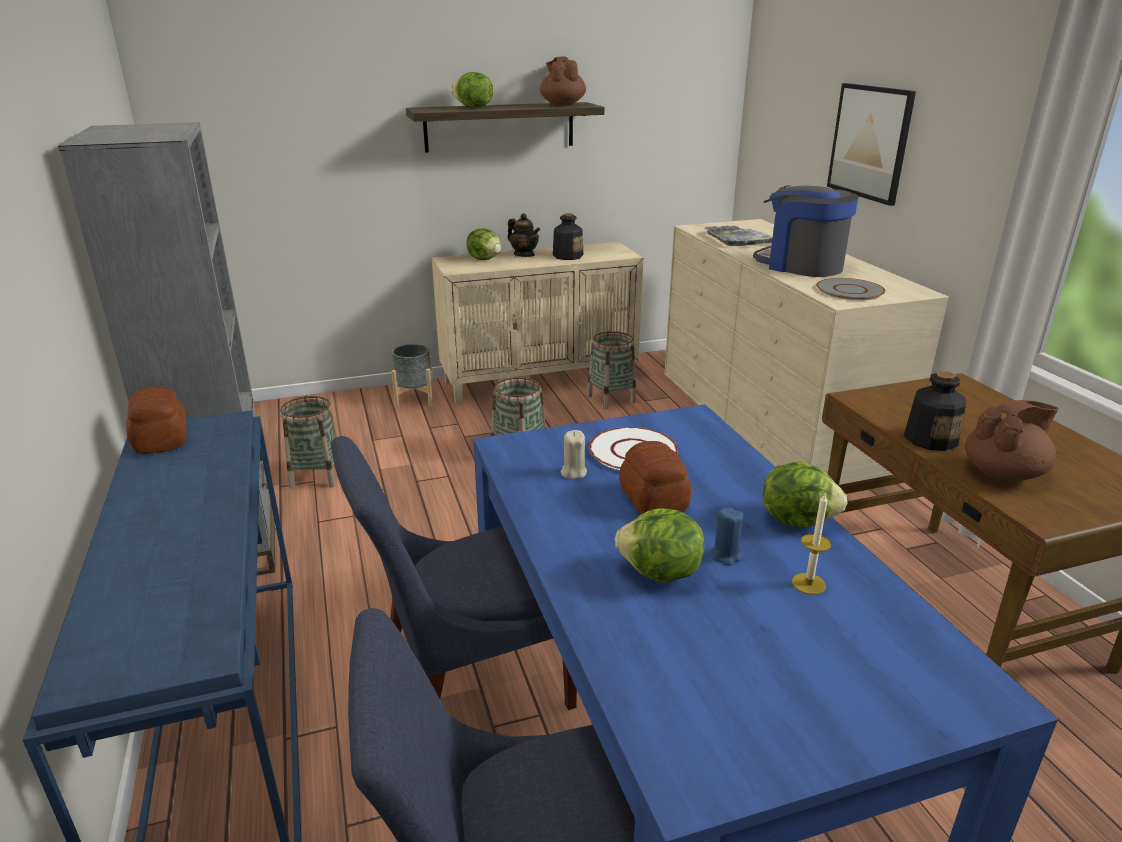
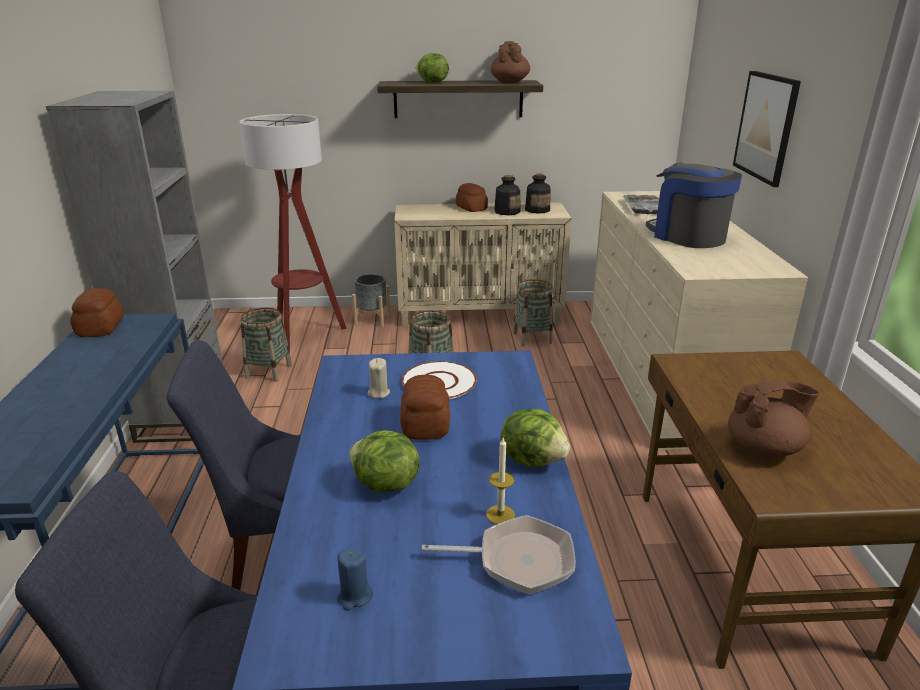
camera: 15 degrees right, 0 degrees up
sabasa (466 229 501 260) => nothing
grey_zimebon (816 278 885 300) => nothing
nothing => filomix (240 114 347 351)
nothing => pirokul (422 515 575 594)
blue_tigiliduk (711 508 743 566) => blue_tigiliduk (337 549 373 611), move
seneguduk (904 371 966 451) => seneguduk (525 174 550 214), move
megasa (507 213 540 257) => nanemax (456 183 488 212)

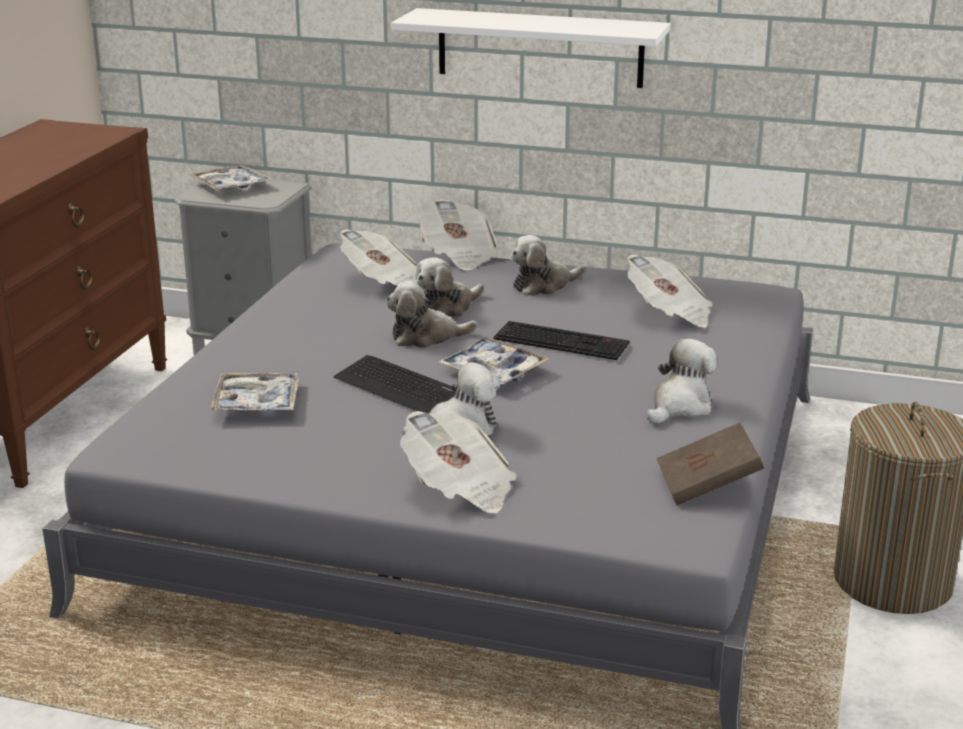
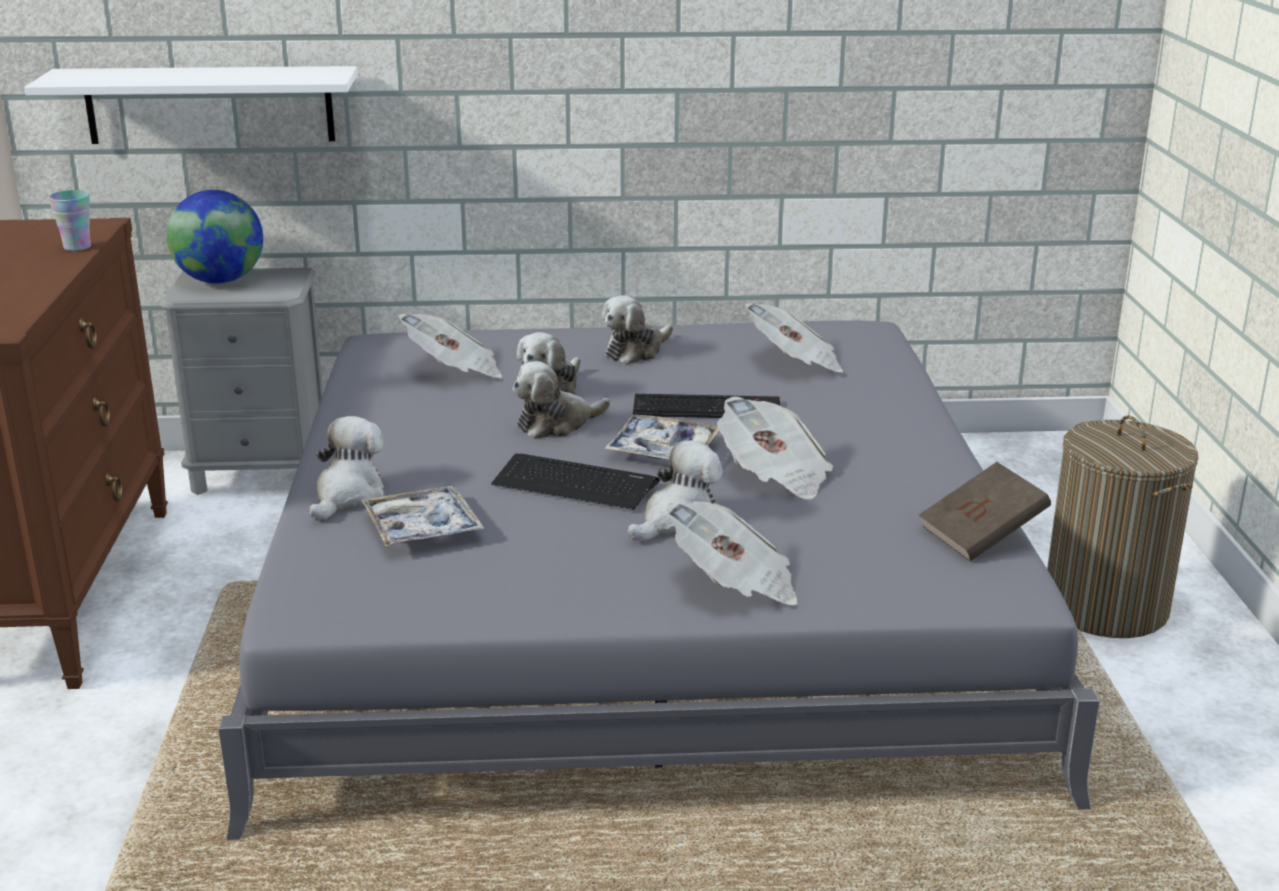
camera: 20 degrees left, 0 degrees up
nothing => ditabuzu (49 190 91 251)
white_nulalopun (391 8 671 88) => white_nulalopun (25 66 358 144), move
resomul (419 199 499 271) => resomul (717 396 833 500), move
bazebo (646 339 717 424) => bazebo (309 416 384 521), move
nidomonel (189 165 273 191) => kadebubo (167 190 263 284)

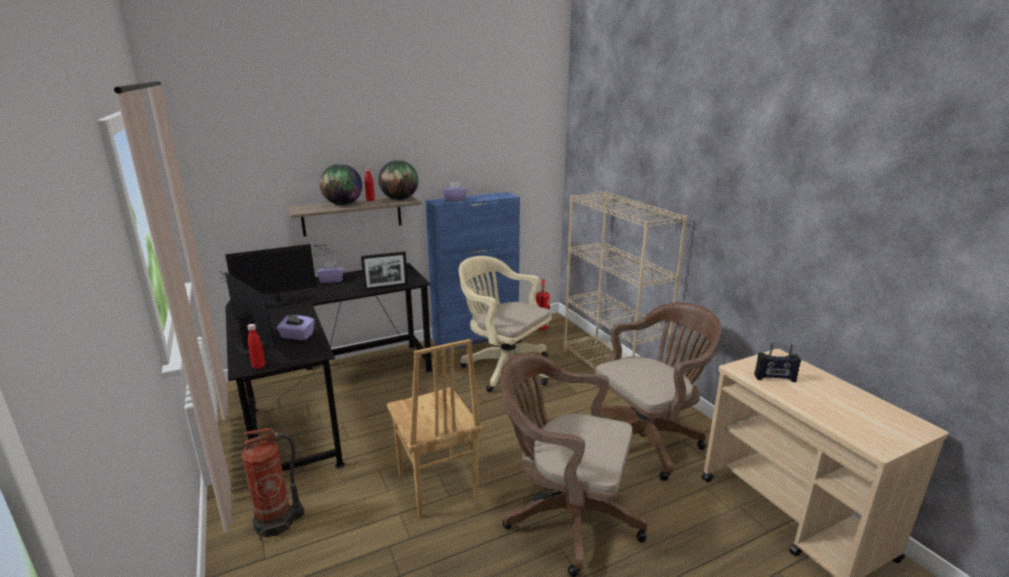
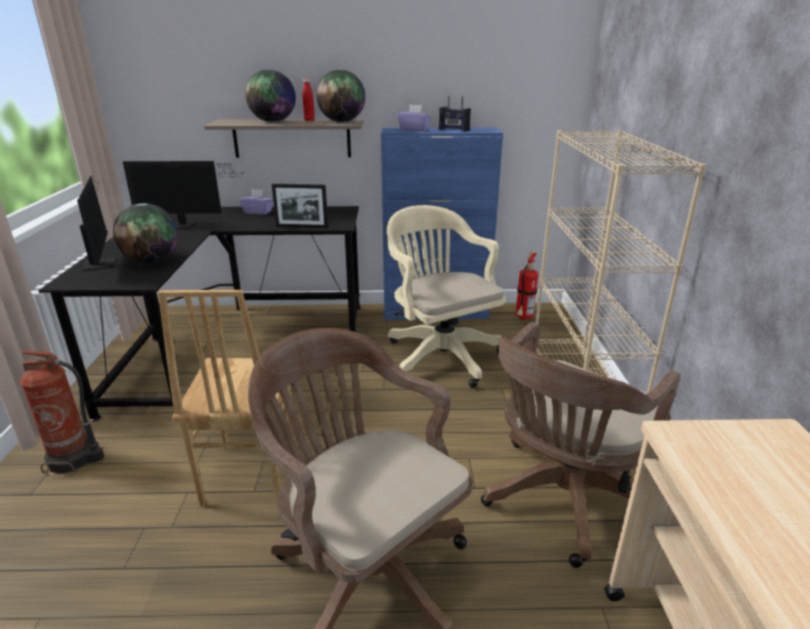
camera: 25 degrees right, 5 degrees up
red_seneguduk (247 324 265 369) => nothing
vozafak (754 343 801 382) => vozafak (439 96 471 132), move
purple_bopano (277 315 315 340) => kadebubo (113 203 178 263)
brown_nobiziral (594 302 721 481) => brown_nobiziral (481 322 681 568), 135 degrees clockwise

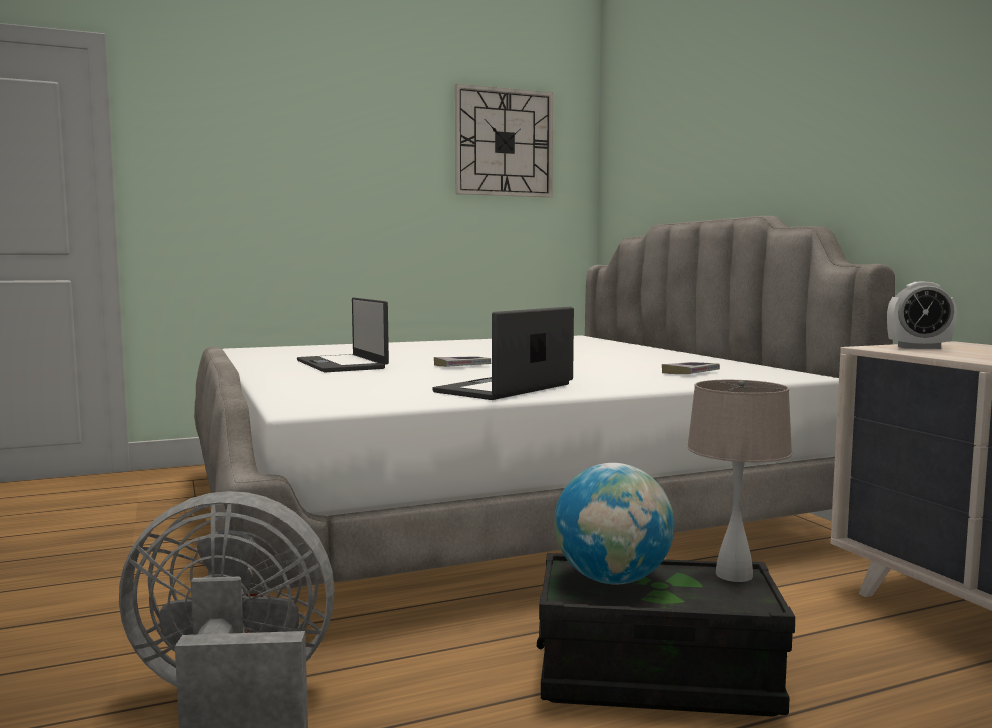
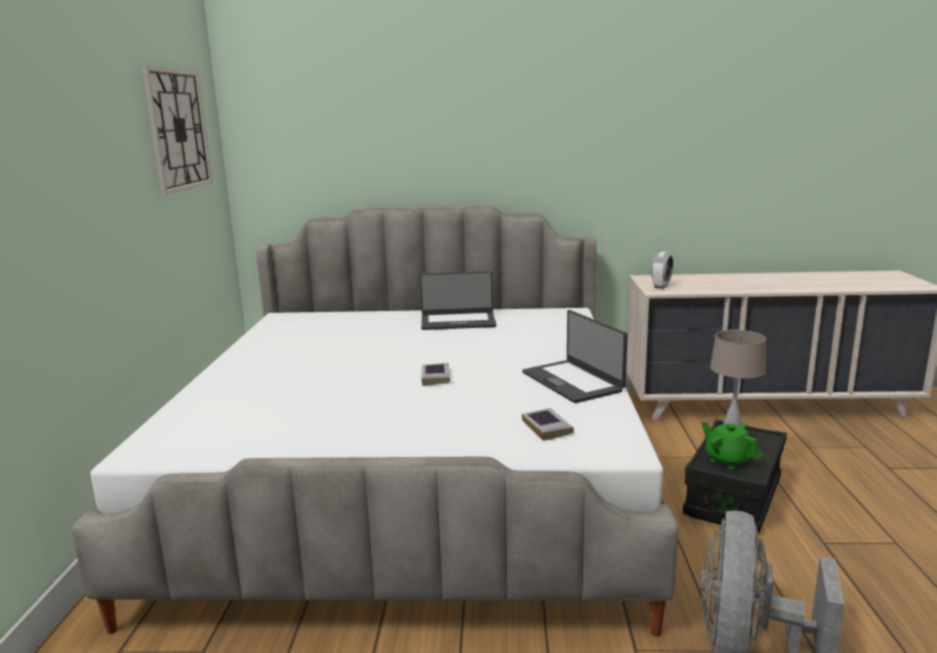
camera: 65 degrees left, 10 degrees up
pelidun (297 298 389 373) => pelidun (420 271 496 330), move
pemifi (662 362 720 374) => pemifi (522 408 574 441), move
kadebubo (554 463 674 584) => green_megasa (702 422 759 469)

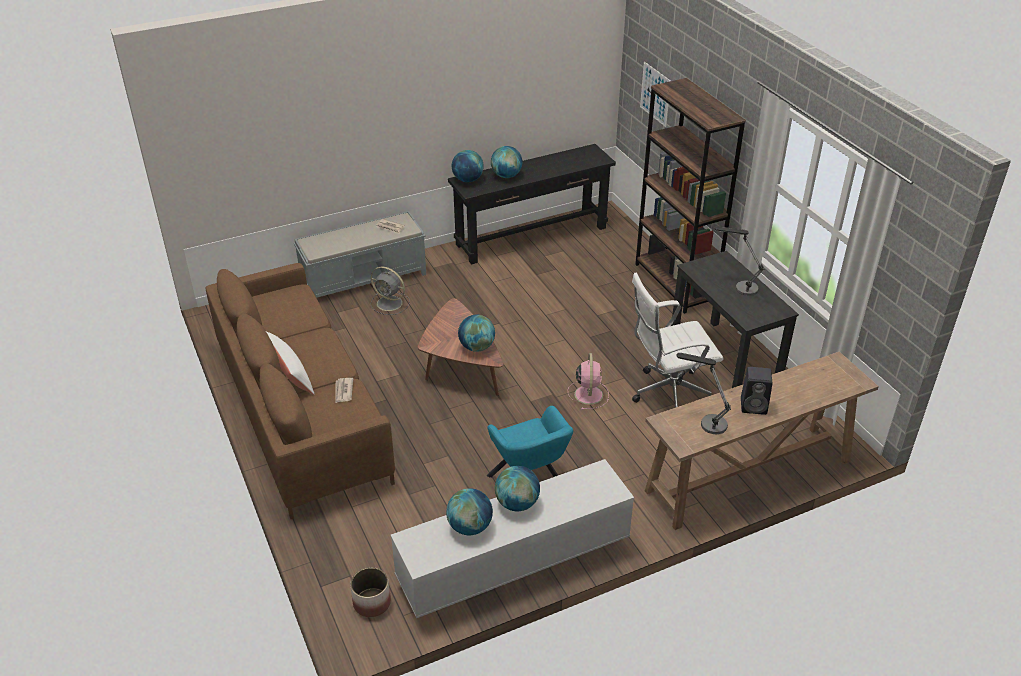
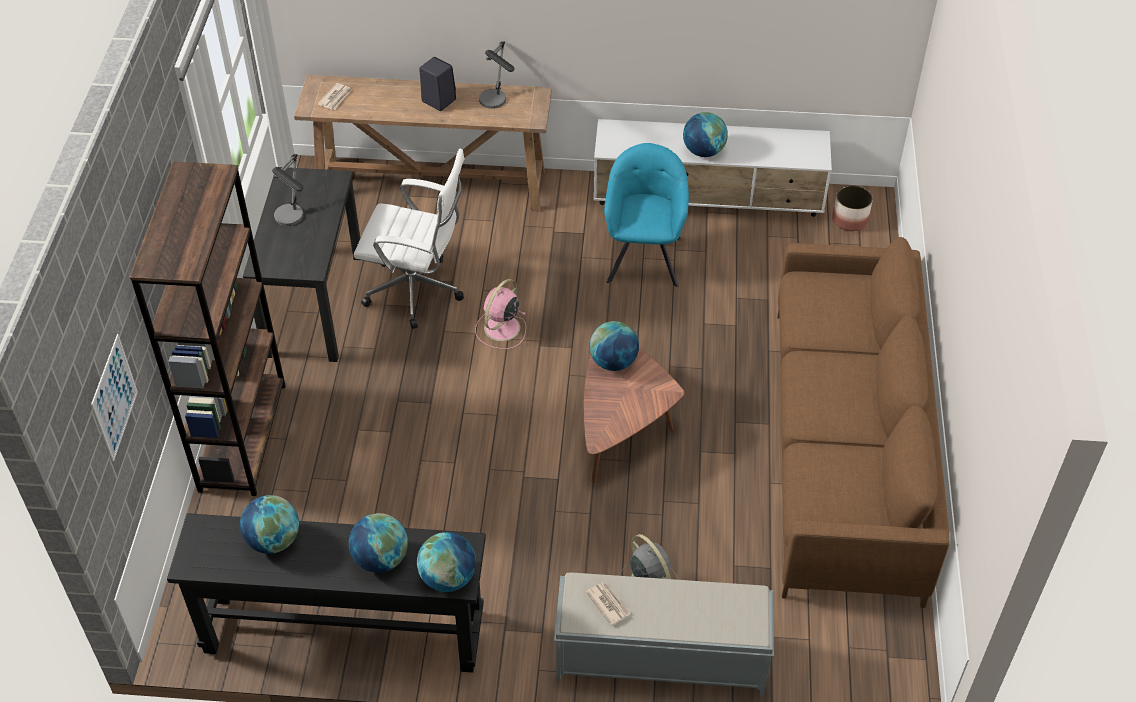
camera: 150 degrees left, 10 degrees up
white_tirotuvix (266 331 315 395) => nothing
resomul (336 378 353 403) => resomul (317 83 352 109), move
kadebubo (446 488 493 535) => kadebubo (240 495 299 554), move

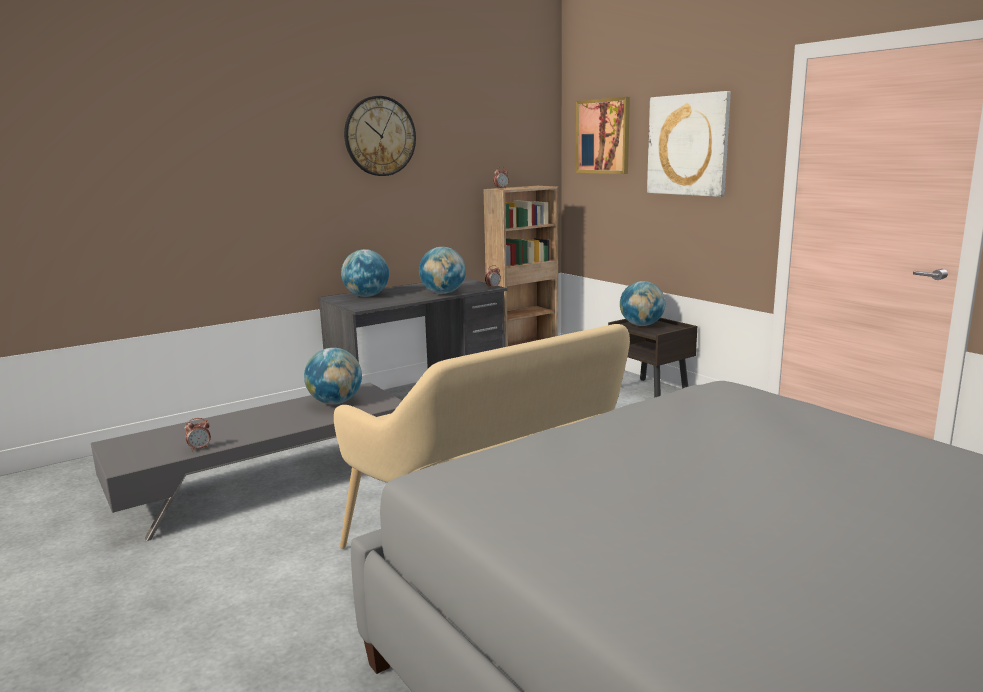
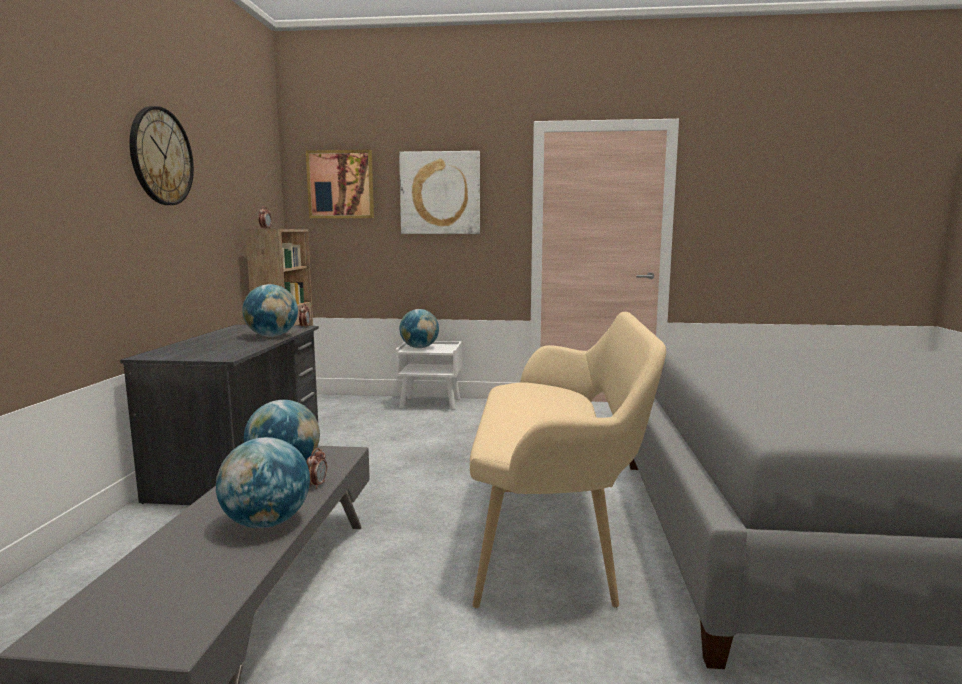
camera: 50 degrees left, 5 degrees down
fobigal (185 418 211 451) => fobigal (307 448 327 489), move
kadebubo (341 249 389 297) => kadebubo (216 437 310 528), move
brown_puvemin (608 318 697 398) => white_puvemin (395 341 462 410)

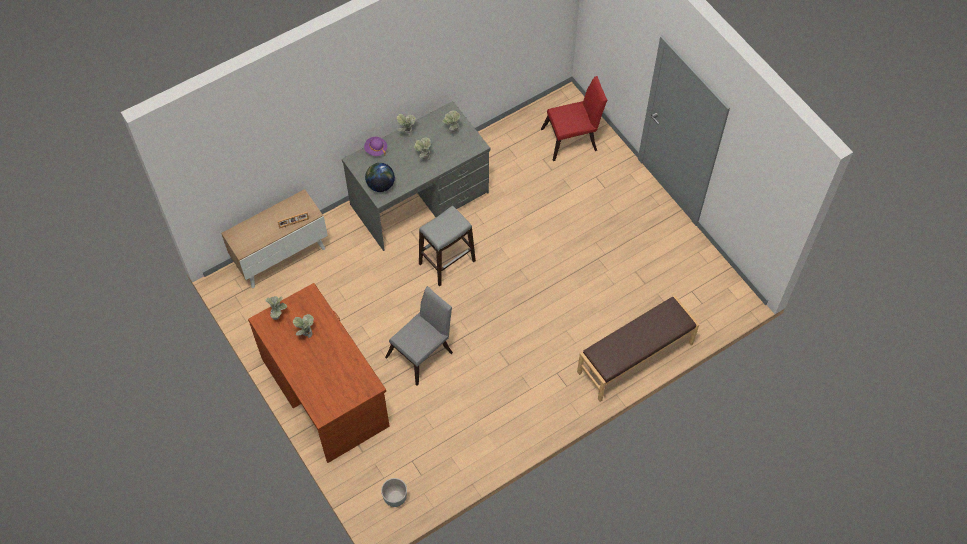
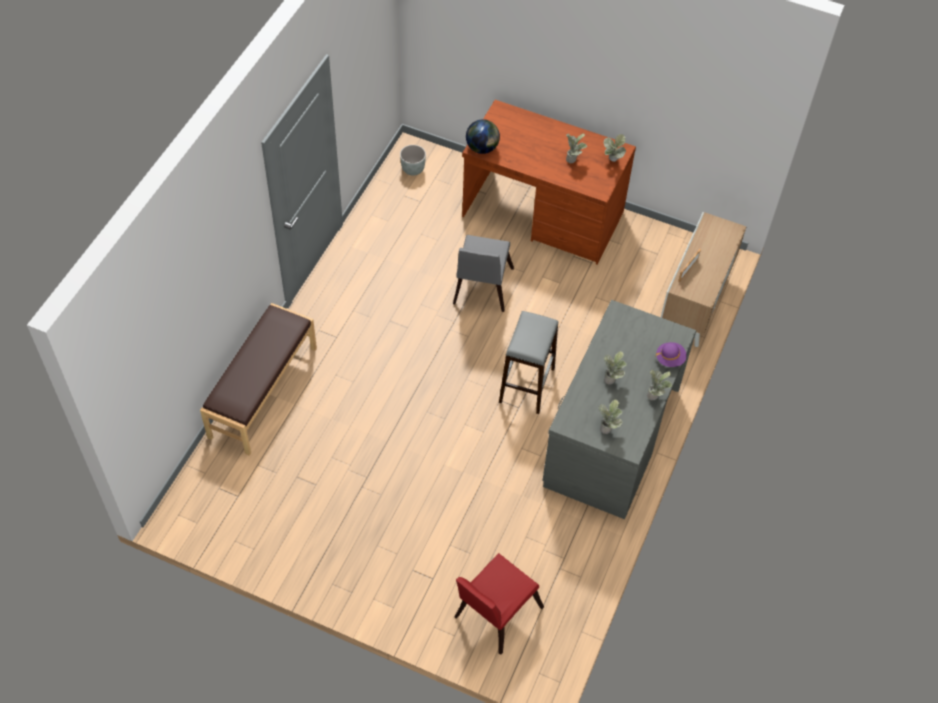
camera: 145 degrees right, 5 degrees down
kadebubo (365 163 395 192) => kadebubo (466 119 500 154), move

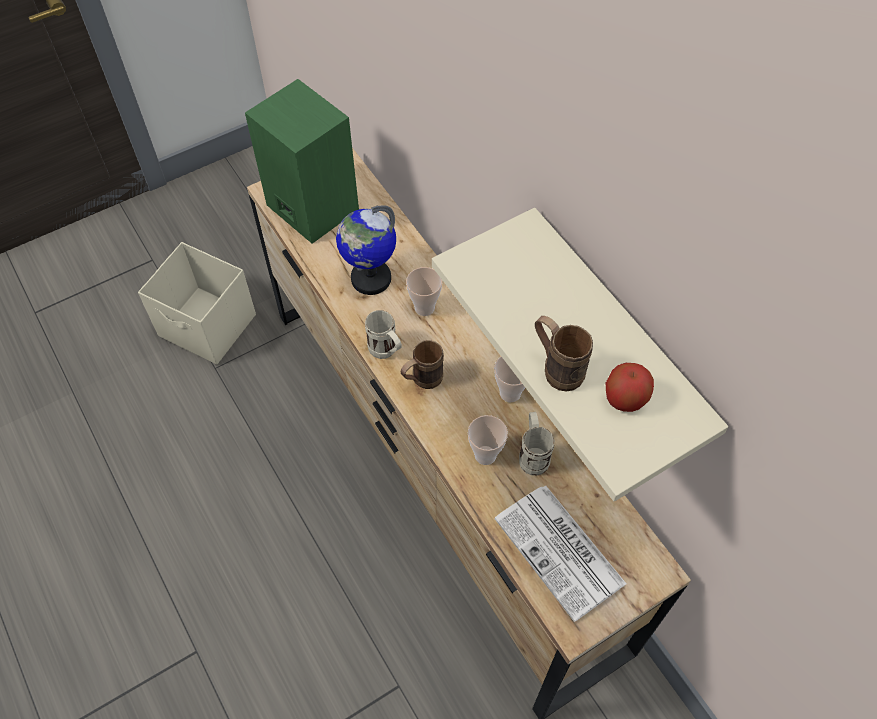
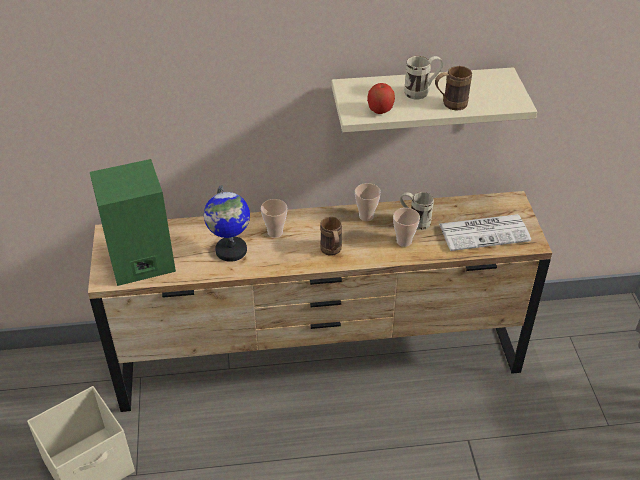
camera: 65 degrees left, 15 degrees down
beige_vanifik (365 310 402 359) => beige_vanifik (404 56 443 99), move
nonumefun (606 363 654 412) => nonumefun (367 83 395 114), move

